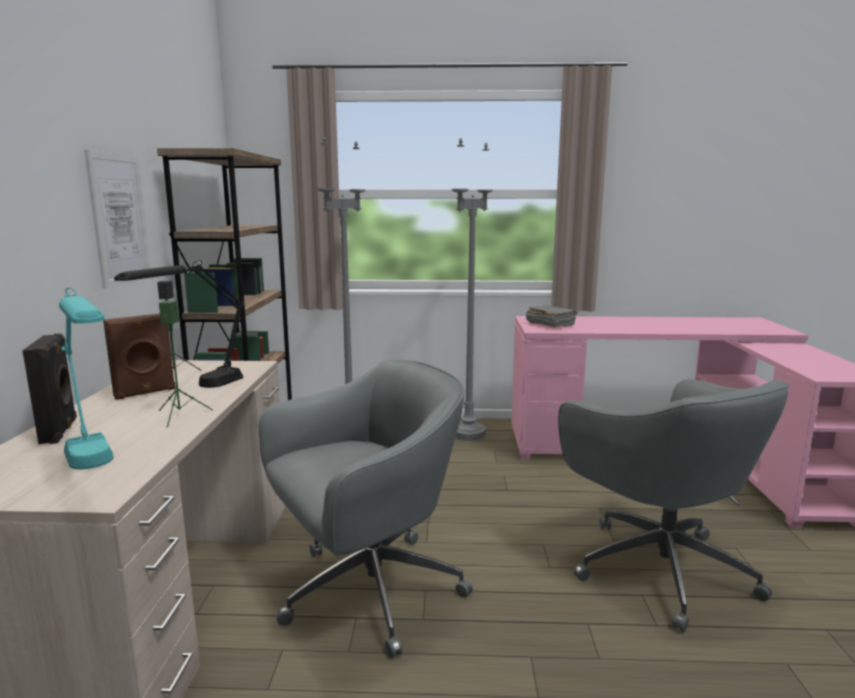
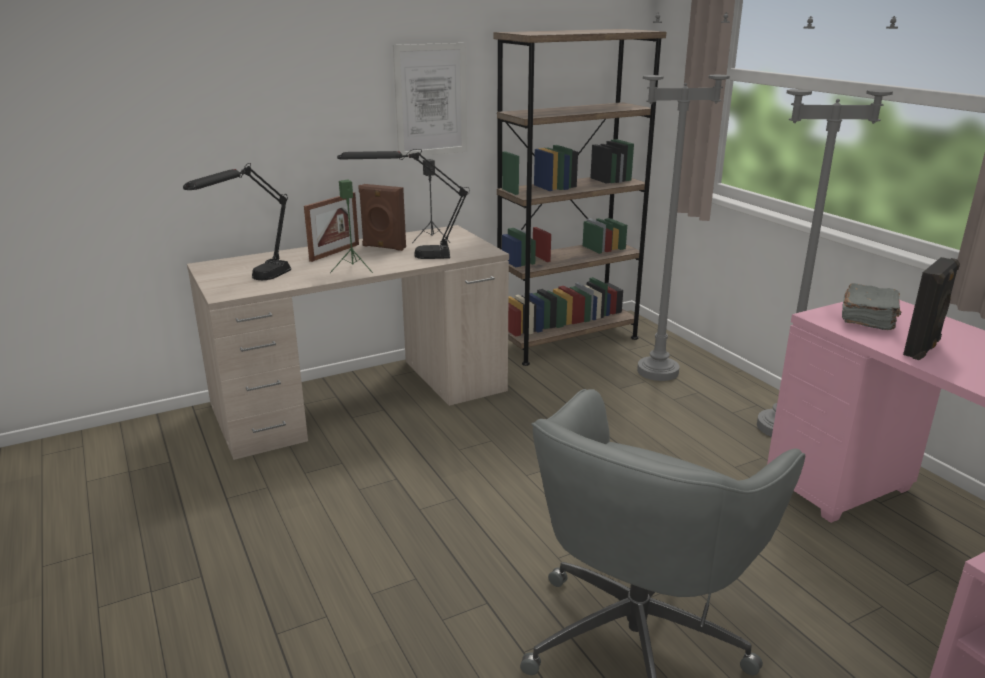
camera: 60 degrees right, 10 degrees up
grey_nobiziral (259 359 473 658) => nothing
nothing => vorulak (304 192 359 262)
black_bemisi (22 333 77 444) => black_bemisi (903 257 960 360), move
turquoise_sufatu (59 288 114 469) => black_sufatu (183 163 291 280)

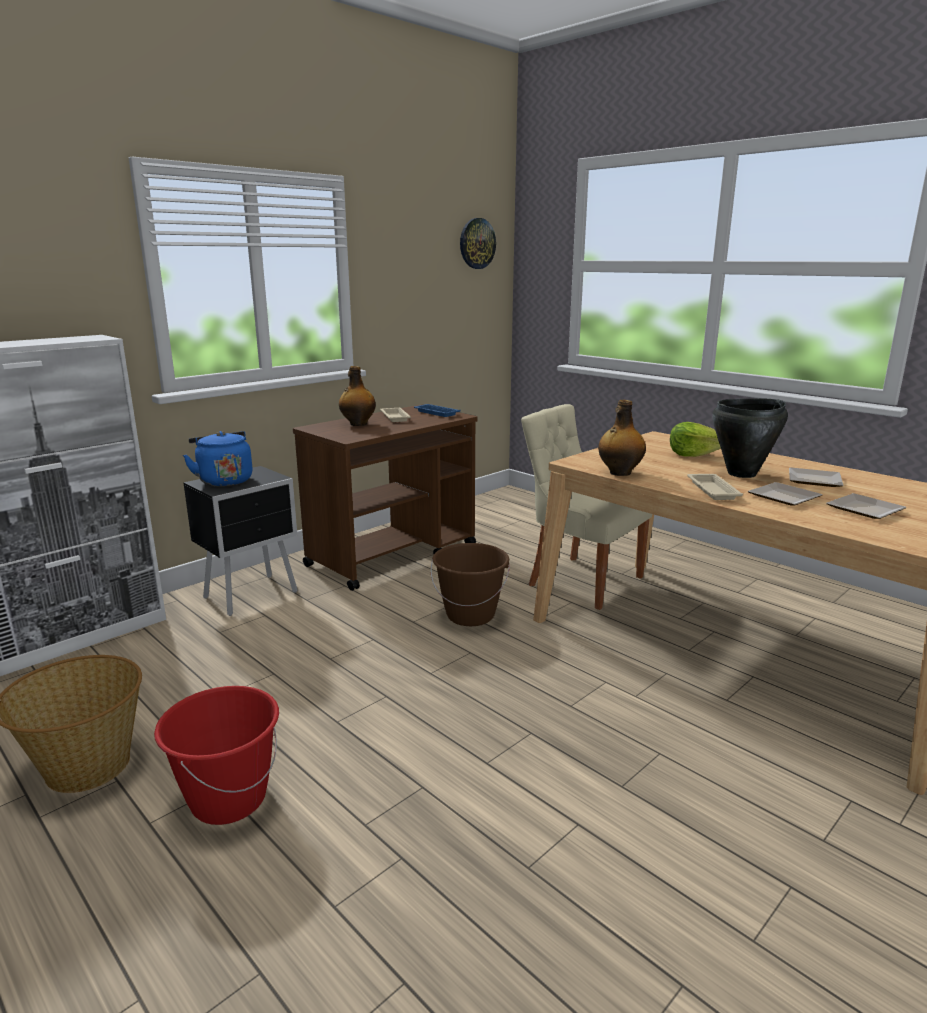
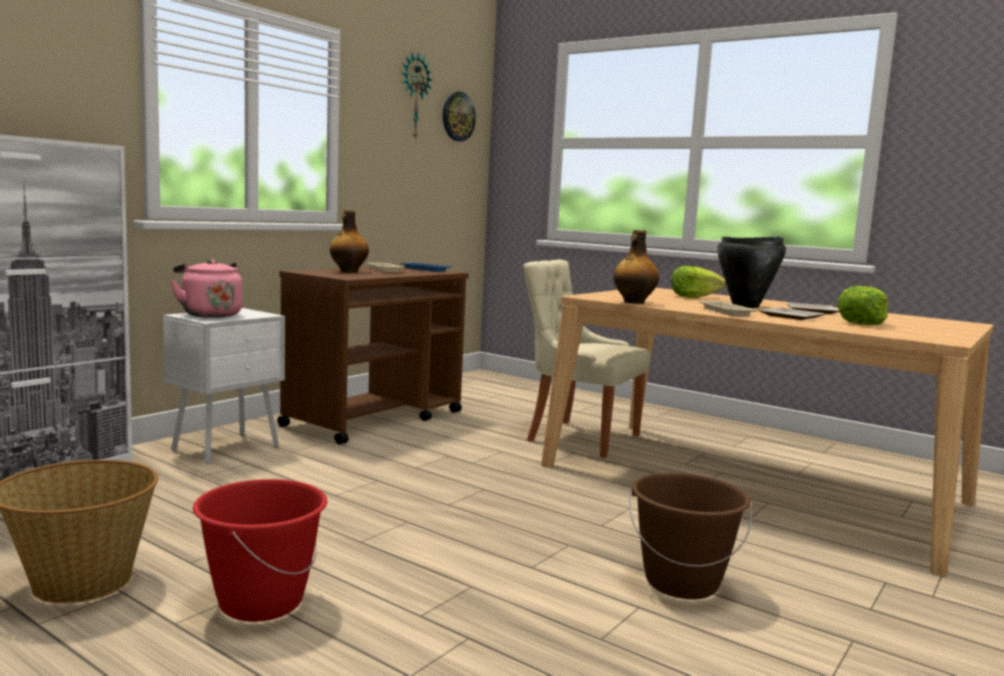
camera: 10 degrees left, 10 degrees down
nothing => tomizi (401 52 433 140)
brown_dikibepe (431 543 510 626) => brown_dikibepe (629 473 752 599), move
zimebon (826 493 907 519) => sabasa (837 286 888 325)
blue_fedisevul (183 431 253 486) => pink_fedisevul (171 259 243 318)
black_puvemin (183 466 298 616) => white_puvemin (163 308 285 464)

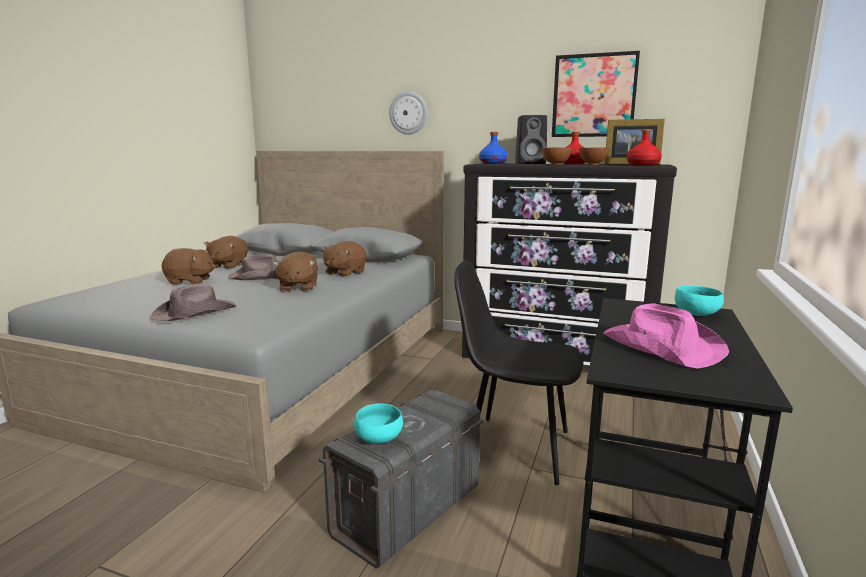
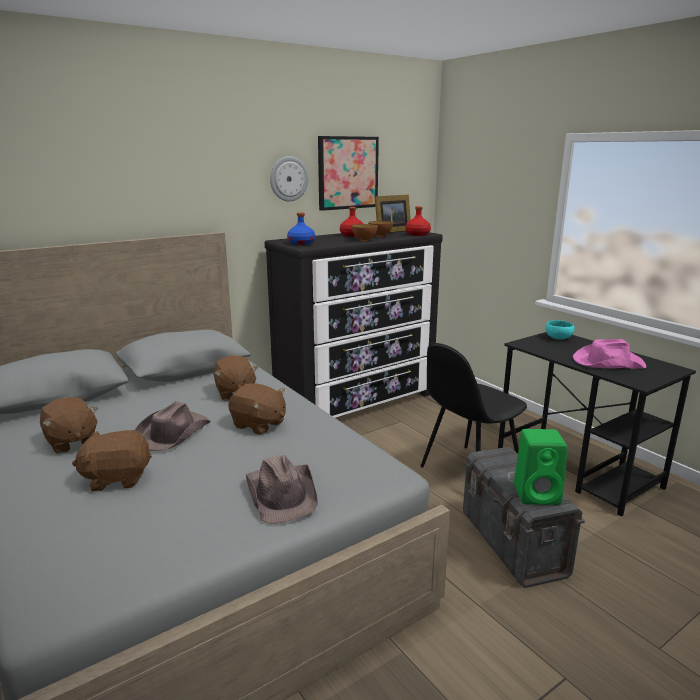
camera: 55 degrees left, 5 degrees up
black_bemisi (515 115 547 164) => nothing
tomizi (389 91 427 135) => tomizi (270 156 309 202), move
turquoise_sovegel (354 403 403 444) => green_bemisi (514 429 568 505)
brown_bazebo (162 248 216 285) => brown_bazebo (72 430 152 492), 135 degrees counterclockwise

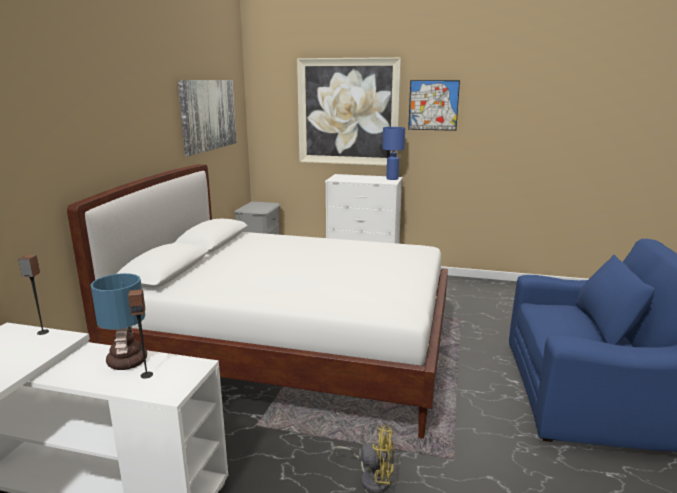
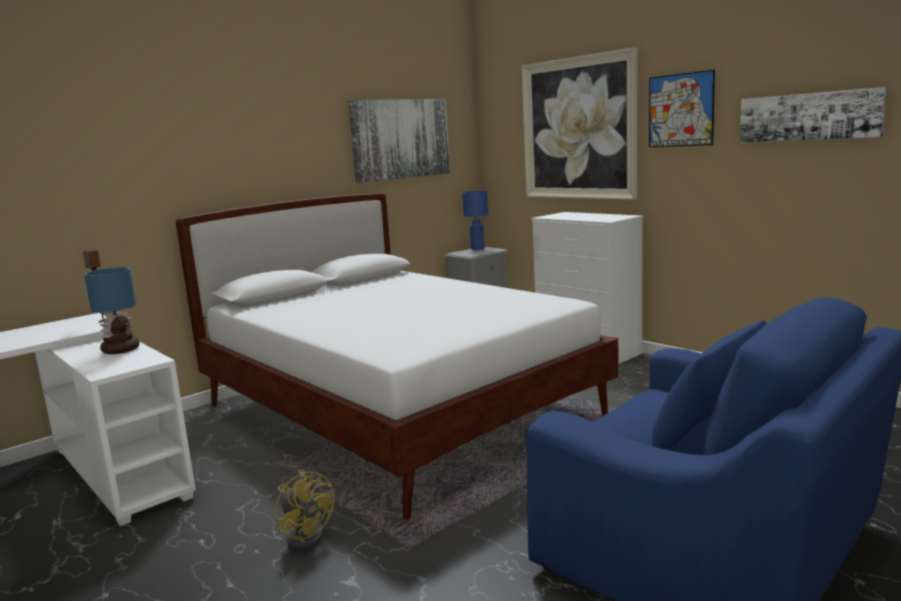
camera: 35 degrees right, 5 degrees down
bemisi (128 289 153 379) => nothing
nothing => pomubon (740 87 886 142)
blue_sufatu (382 127 405 180) => blue_sufatu (462 191 488 250), move

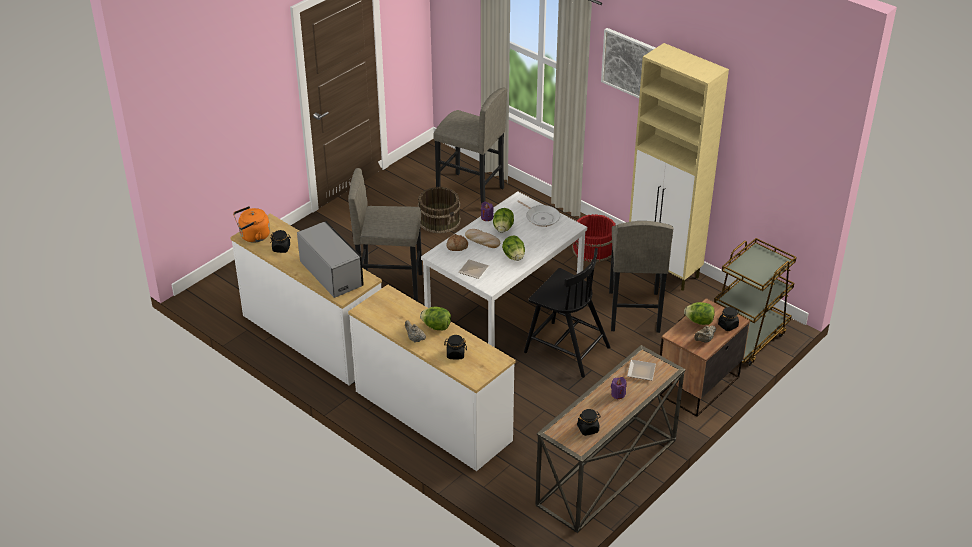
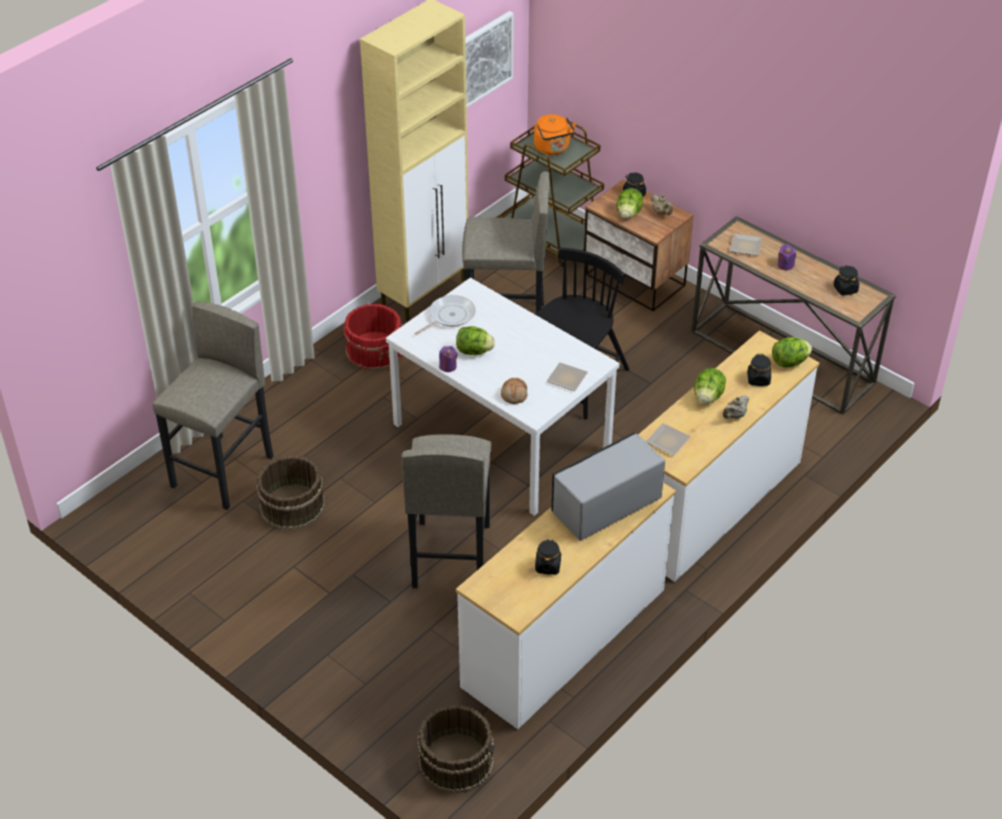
camera: 90 degrees left, 5 degrees up
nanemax (465 229 500 248) => nothing
nothing => brown_dikibepe (417 705 495 793)
nothing => zimebon (646 423 691 456)
orange_fedisevul (233 206 270 243) => orange_fedisevul (534 114 576 155), move
sabasa (502 236 525 261) => sabasa (772 337 812 368), move
pomubon (601 28 656 98) => pomubon (465 11 514 107), move

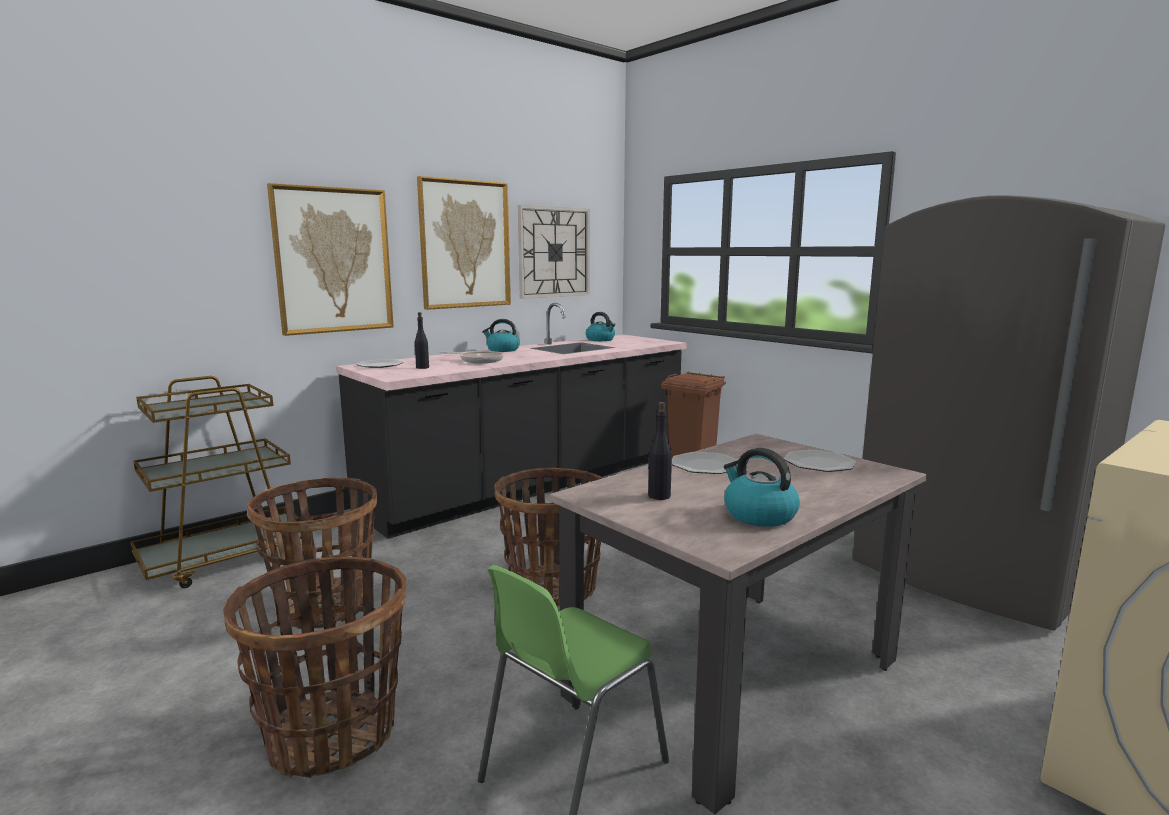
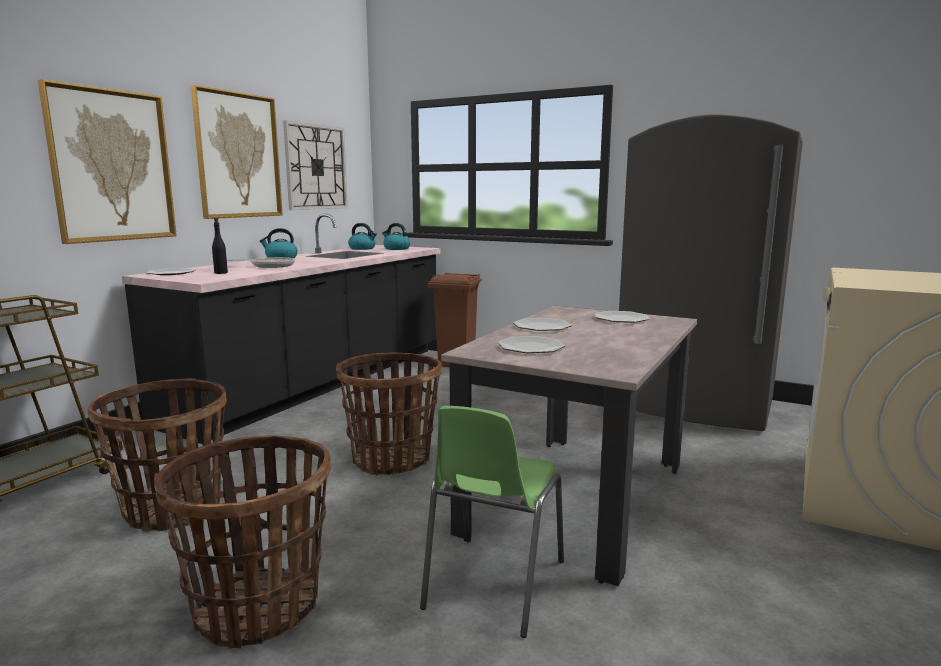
camera: 20 degrees left, 0 degrees up
fedisevul (724 448 800 527) => fedisevul (382 223 410 250), move
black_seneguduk (648 402 672 500) => zimebon (498 336 565 353)

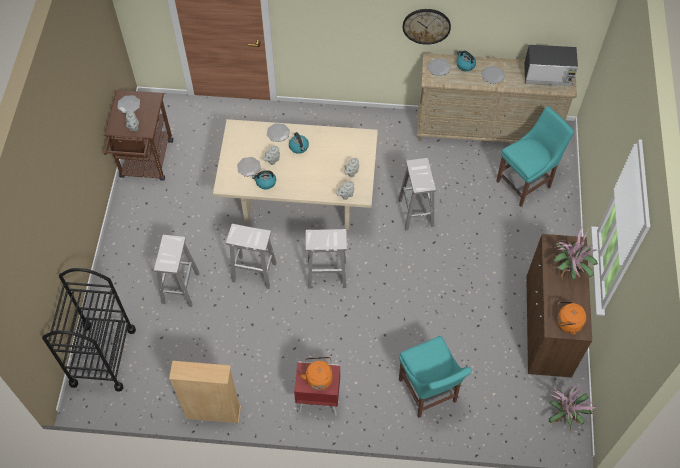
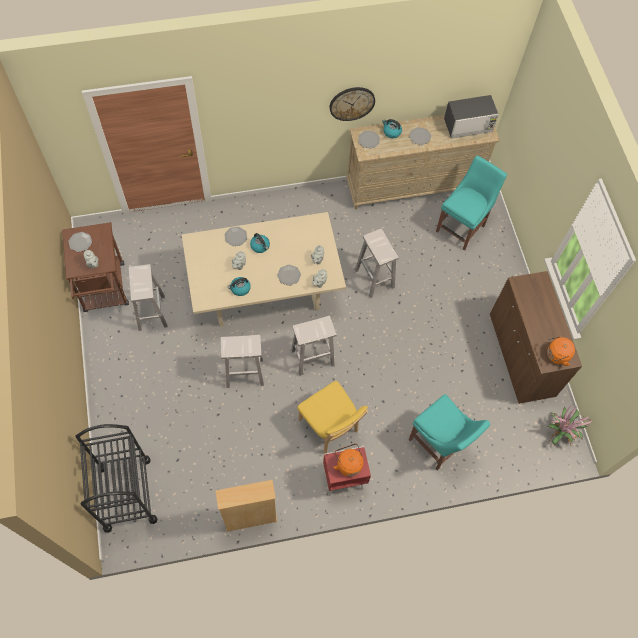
camera: 20 degrees left, 5 degrees up
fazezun (551 224 598 280) => nothing
nothing => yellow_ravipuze (297 381 369 454)
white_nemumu (154 235 200 307) => white_nemumu (129 264 168 331), move
zimebon (237 157 261 177) => zimebon (277 265 301 286), move

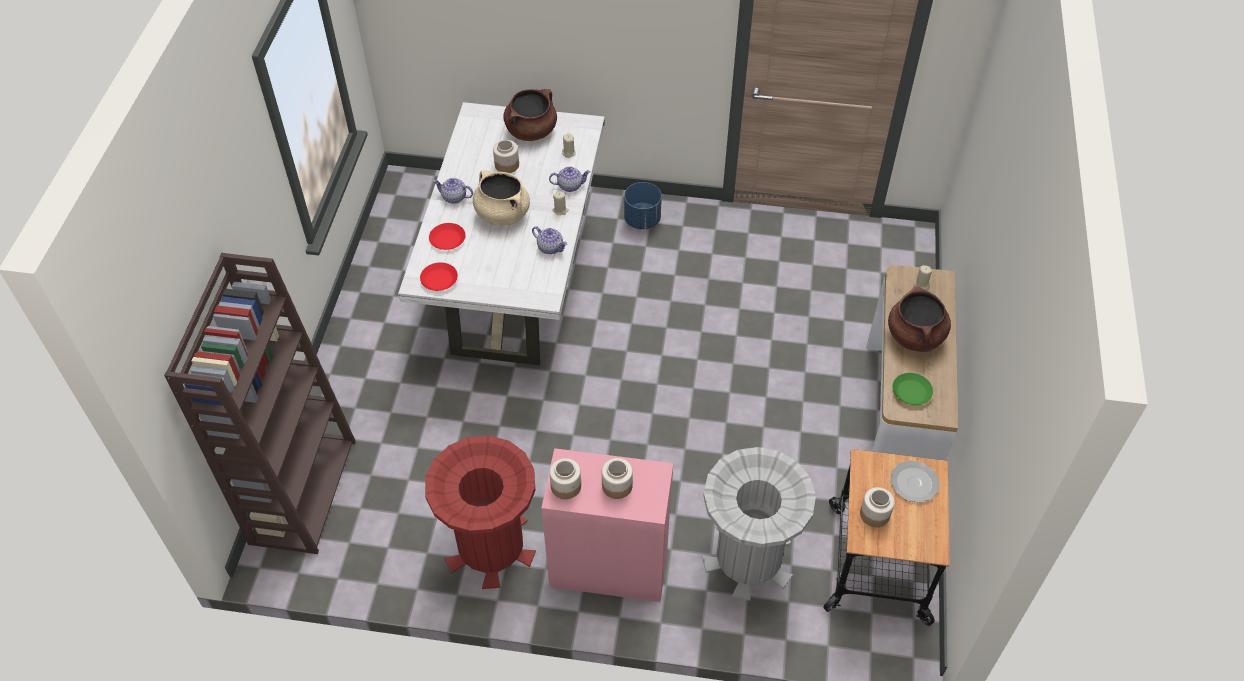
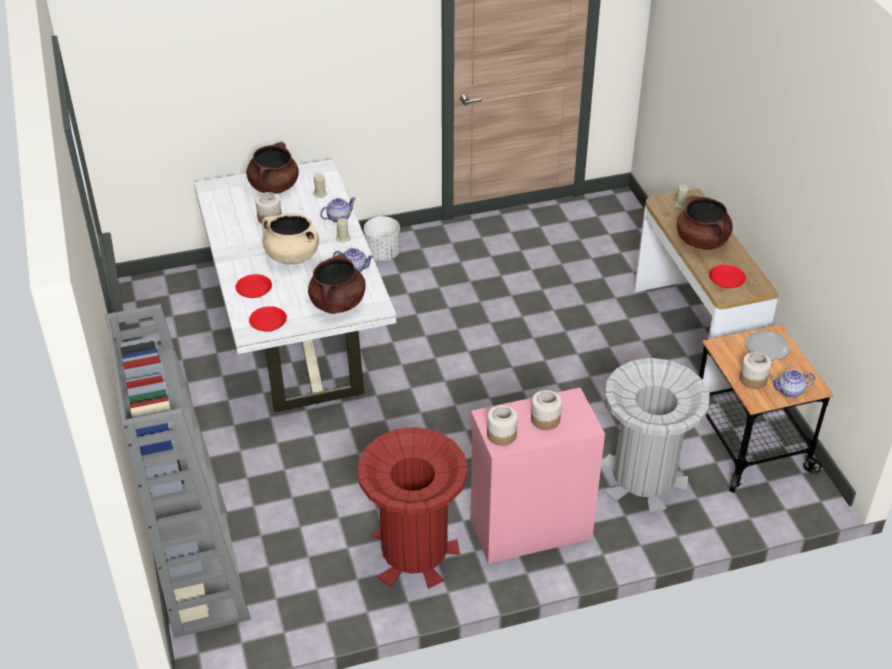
camera: 25 degrees left, 10 degrees down
nothing => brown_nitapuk (308 253 366 314)
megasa (433 178 473 204) => megasa (771 369 815 398), move
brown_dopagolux (164 253 356 554) => grey_dopagolux (105 304 251 638)
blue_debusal (624 182 662 229) => white_debusal (364 216 401 261)
green_zimebon (892 373 933 406) => red_zimebon (709 265 746 288)

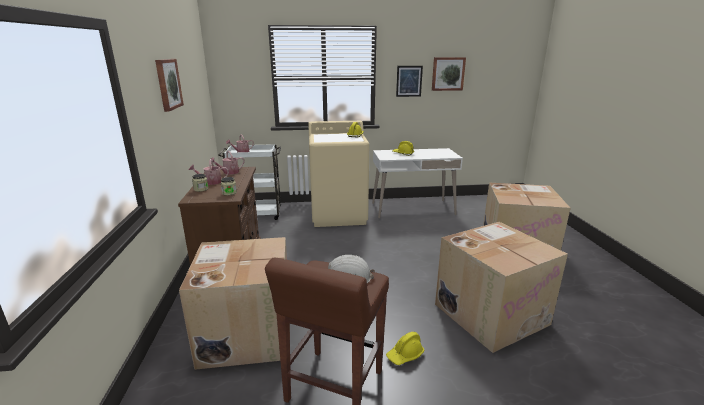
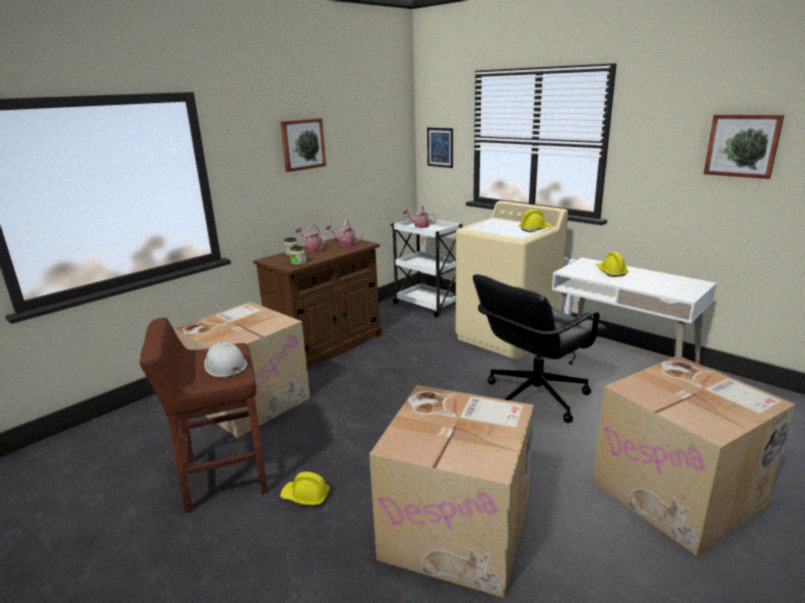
camera: 50 degrees right, 0 degrees up
nothing => black_nobiziral (473 274 607 423)
pomubon (396 66 423 97) => pomubon (427 128 453 168), move

